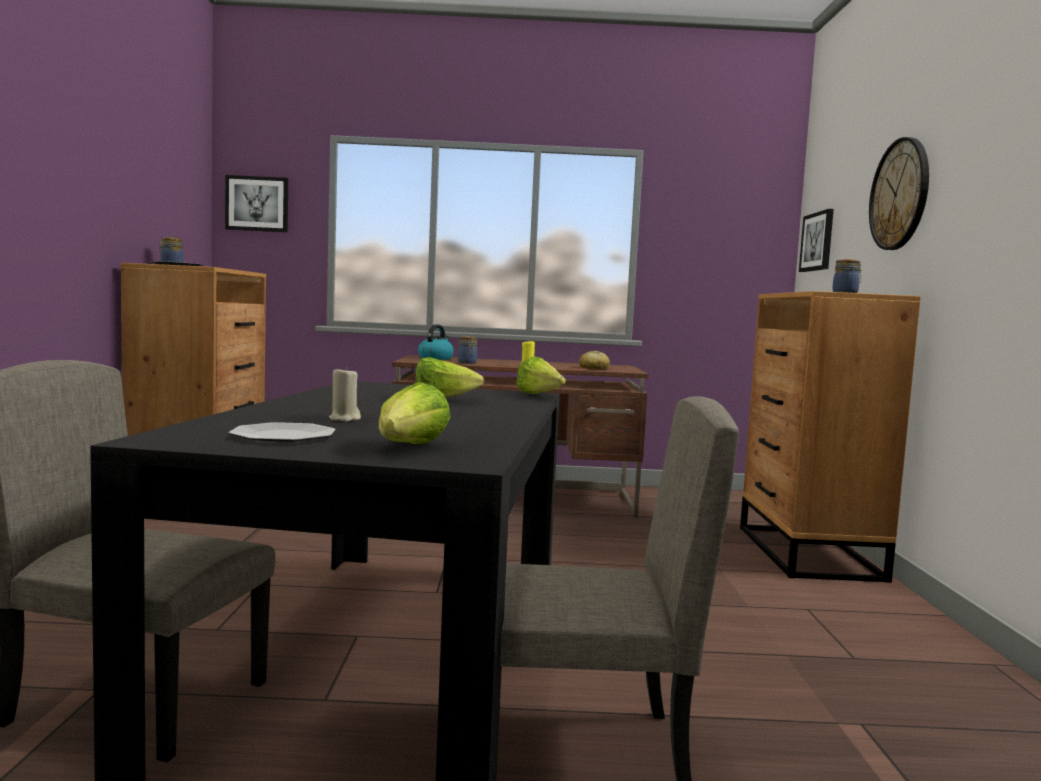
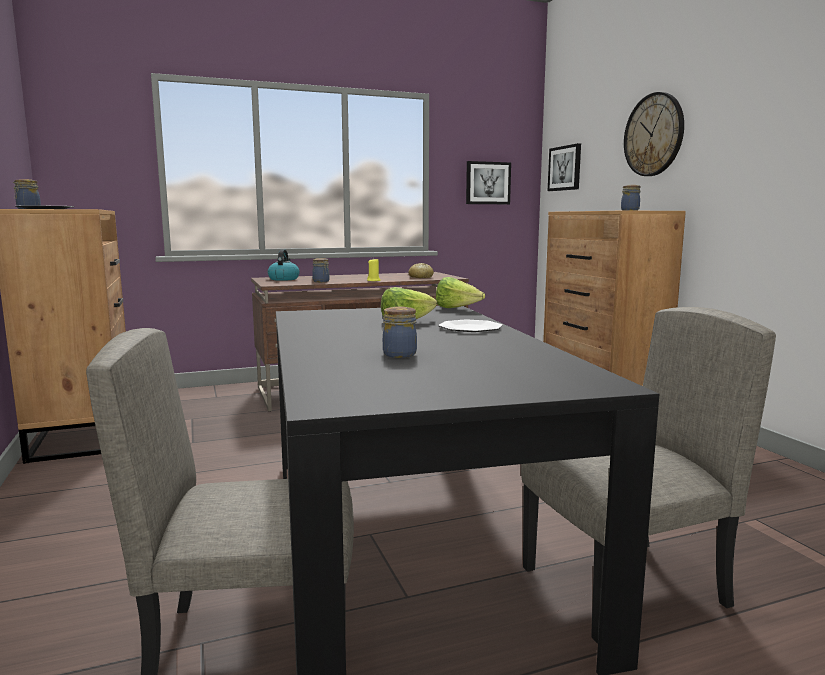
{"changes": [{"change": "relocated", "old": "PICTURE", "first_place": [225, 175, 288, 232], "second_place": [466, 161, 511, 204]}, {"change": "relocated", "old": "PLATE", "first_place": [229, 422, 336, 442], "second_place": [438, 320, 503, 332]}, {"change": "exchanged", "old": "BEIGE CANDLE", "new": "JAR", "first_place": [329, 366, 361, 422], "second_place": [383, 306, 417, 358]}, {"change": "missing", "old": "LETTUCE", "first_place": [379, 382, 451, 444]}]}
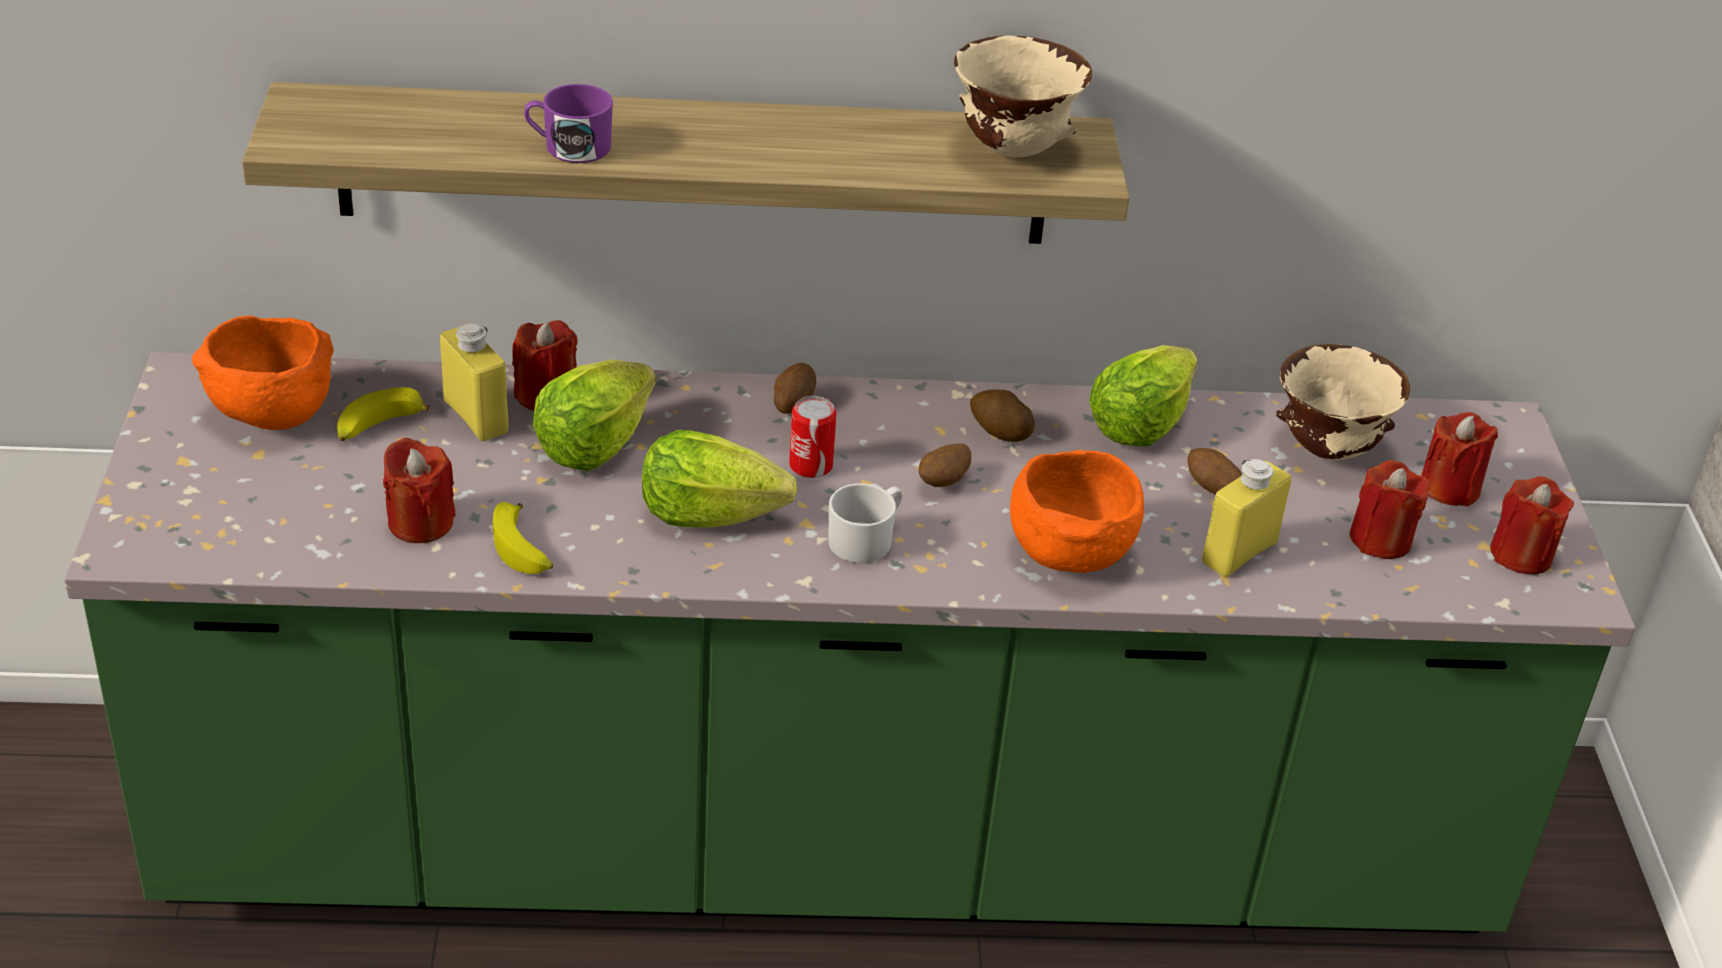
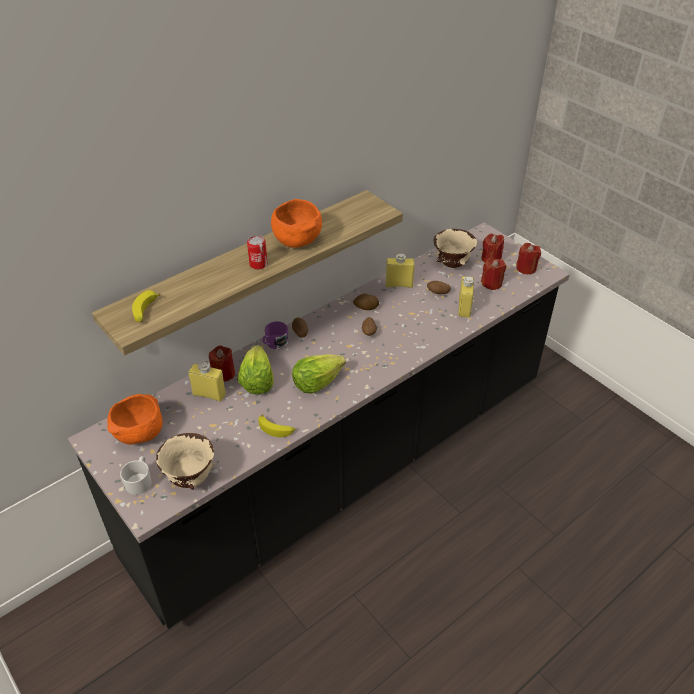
{"changes": [{"change": "colour", "old": "GREEN COUNTER", "new": "BLACK COUNTER", "first_place": [64, 352, 1635, 933], "second_place": [68, 222, 570, 629]}, {"change": "relocated", "old": "BANANA", "first_place": [337, 387, 430, 441], "second_place": [132, 290, 160, 322]}, {"change": "missing", "old": "RED CANDLE", "first_place": [383, 438, 455, 543]}, {"change": "relocated", "old": "PURPLE MUG", "first_place": [524, 84, 613, 163], "second_place": [262, 321, 288, 349]}, {"change": "relocated", "old": "CAN", "first_place": [789, 396, 837, 478], "second_place": [247, 235, 268, 270]}, {"change": "relocated", "old": "WHITE MUG", "first_place": [828, 484, 902, 563], "second_place": [120, 456, 152, 495]}, {"change": "relocated", "old": "BEIGE BOWL", "first_place": [954, 35, 1092, 157], "second_place": [156, 433, 215, 490]}, {"change": "relocated", "old": "ORANGE BOWL", "first_place": [1010, 450, 1144, 573], "second_place": [271, 199, 322, 248]}, {"change": "exchanged", "old": "LETTUCE", "new": "YELLOW BOTTLE", "first_place": [1090, 345, 1198, 446], "second_place": [386, 253, 414, 288]}]}
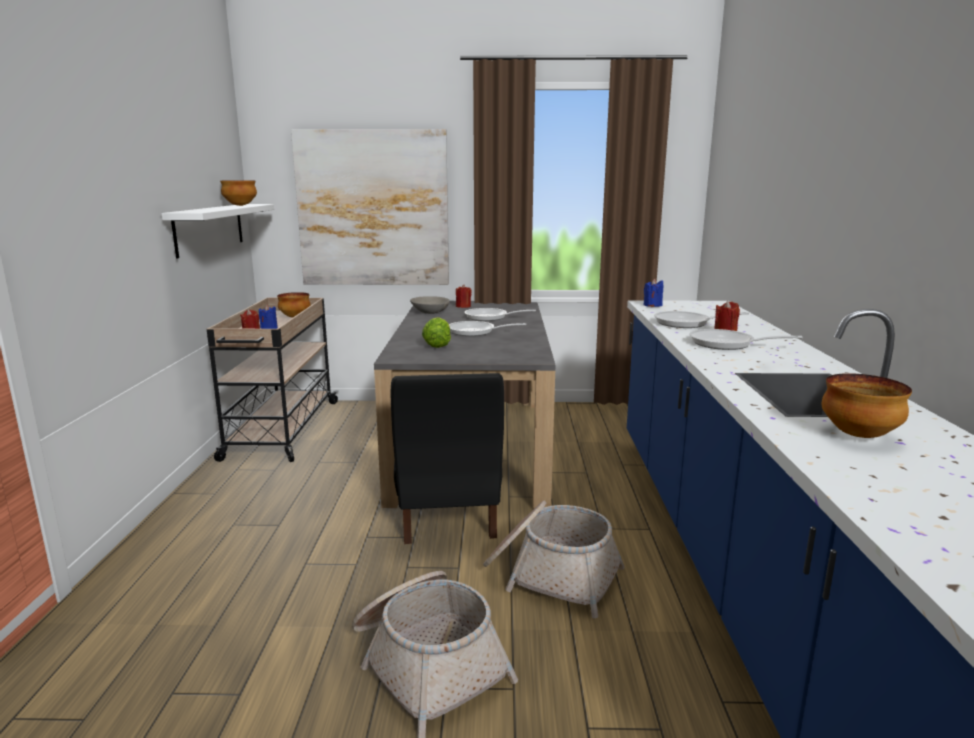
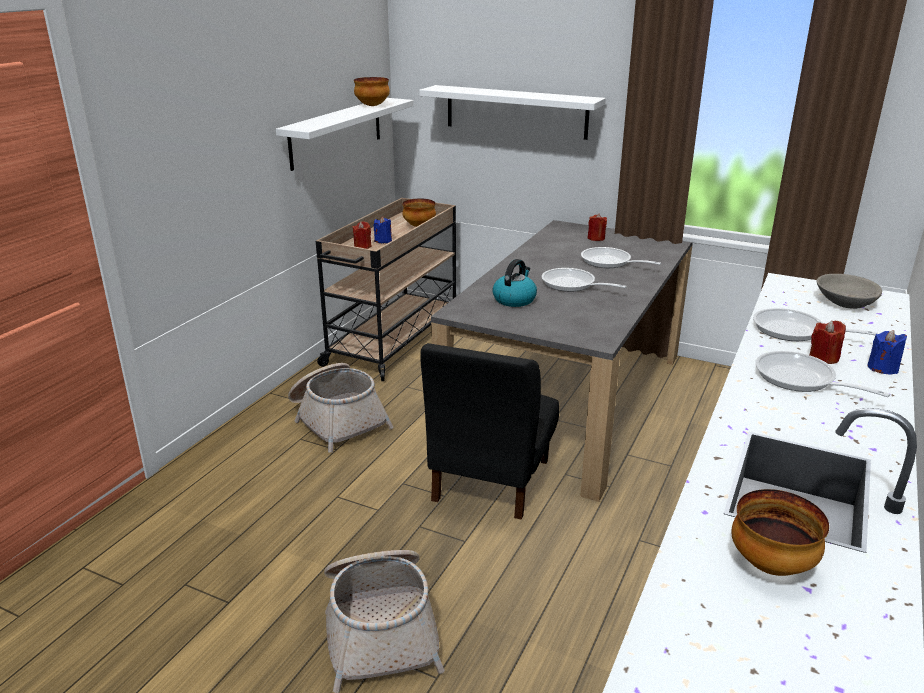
{"changes": [{"change": "exchanged", "old": "PICTURE", "new": "WHITE SHELF", "first_place": [291, 129, 449, 285], "second_place": [419, 85, 606, 140]}, {"change": "relocated", "old": "GREY BOWL", "first_place": [410, 296, 450, 314], "second_place": [816, 274, 882, 309]}, {"change": "exchanged", "old": "LETTUCE", "new": "KETTLE", "first_place": [422, 317, 451, 348], "second_place": [492, 259, 537, 307]}, {"change": "relocated", "old": "BASKET", "first_place": [483, 501, 625, 618], "second_place": [288, 363, 393, 453]}, {"change": "relocated", "old": "BLUE CANDLE", "first_place": [644, 279, 663, 307], "second_place": [867, 330, 907, 374]}]}
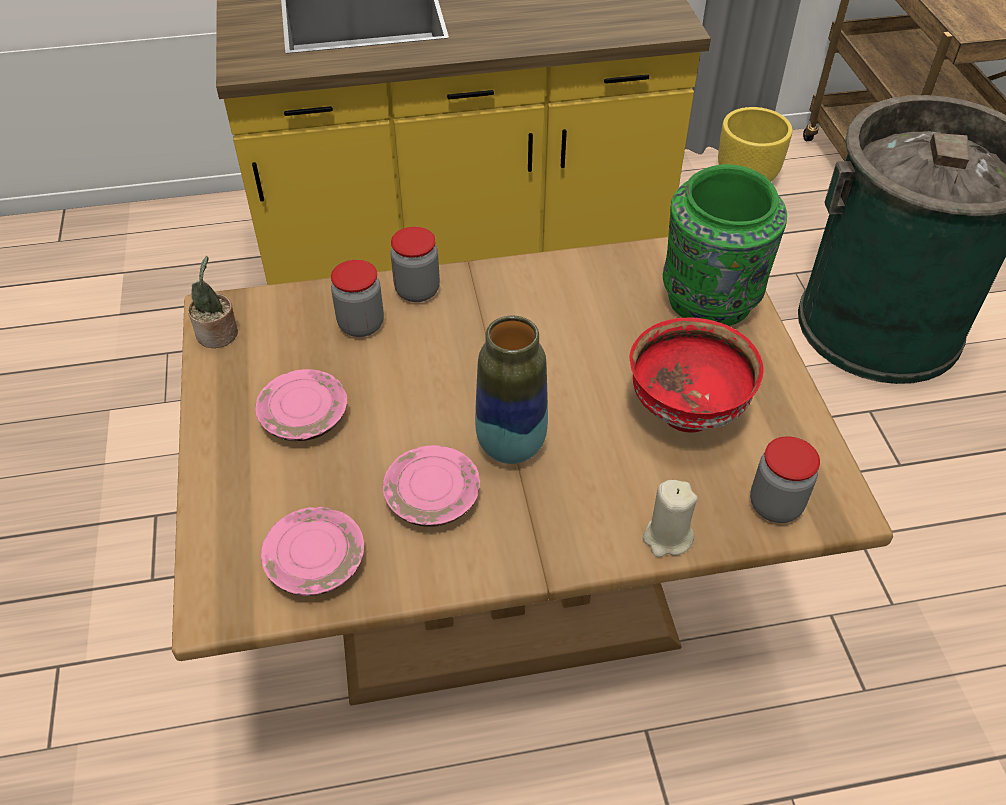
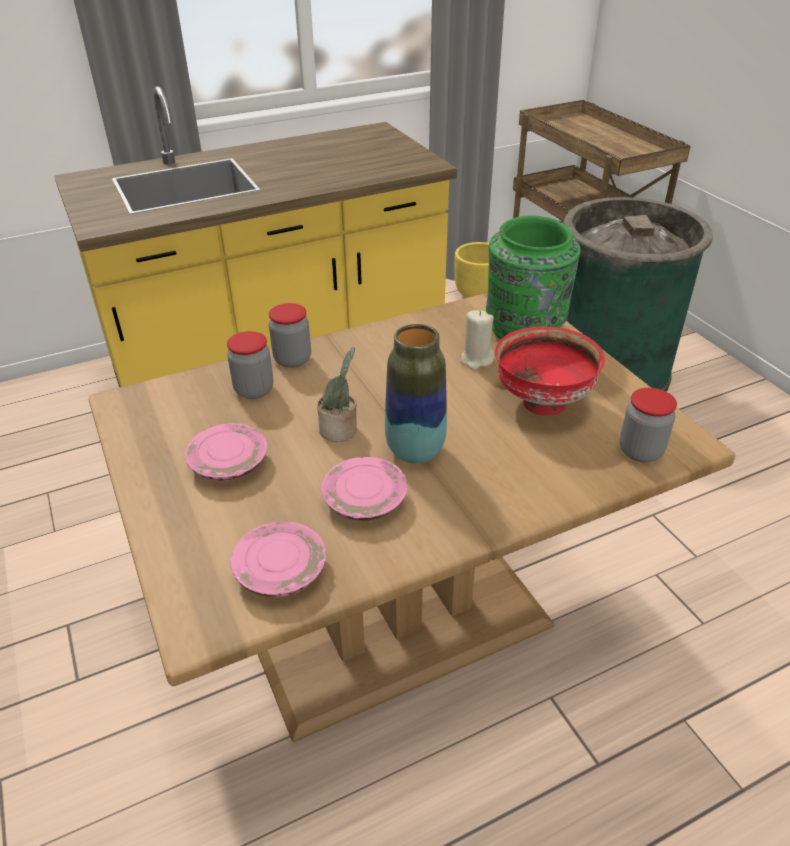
{"changes": [{"change": "relocated", "old": "POTTED PLANT", "first_place": [188, 256, 238, 348], "second_place": [317, 347, 357, 442]}, {"change": "relocated", "old": "BEIGE CANDLE", "first_place": [643, 480, 698, 557], "second_place": [461, 310, 495, 370]}]}
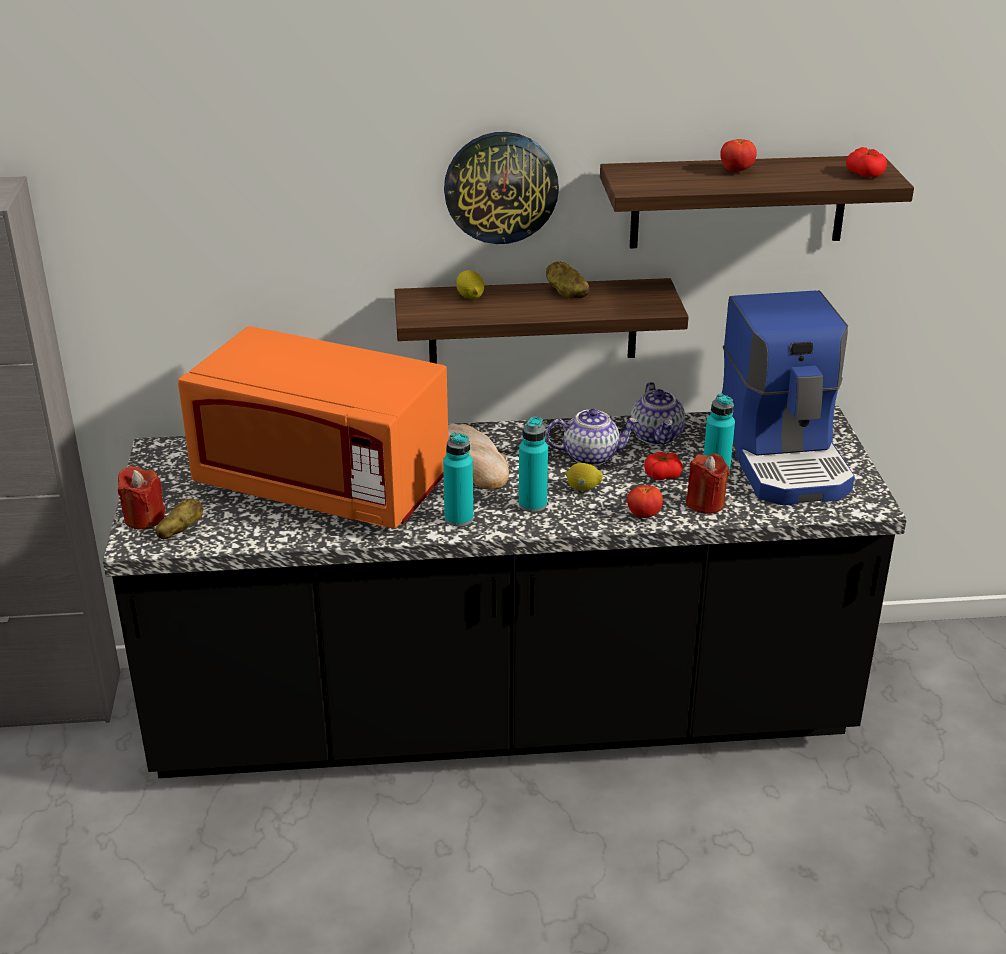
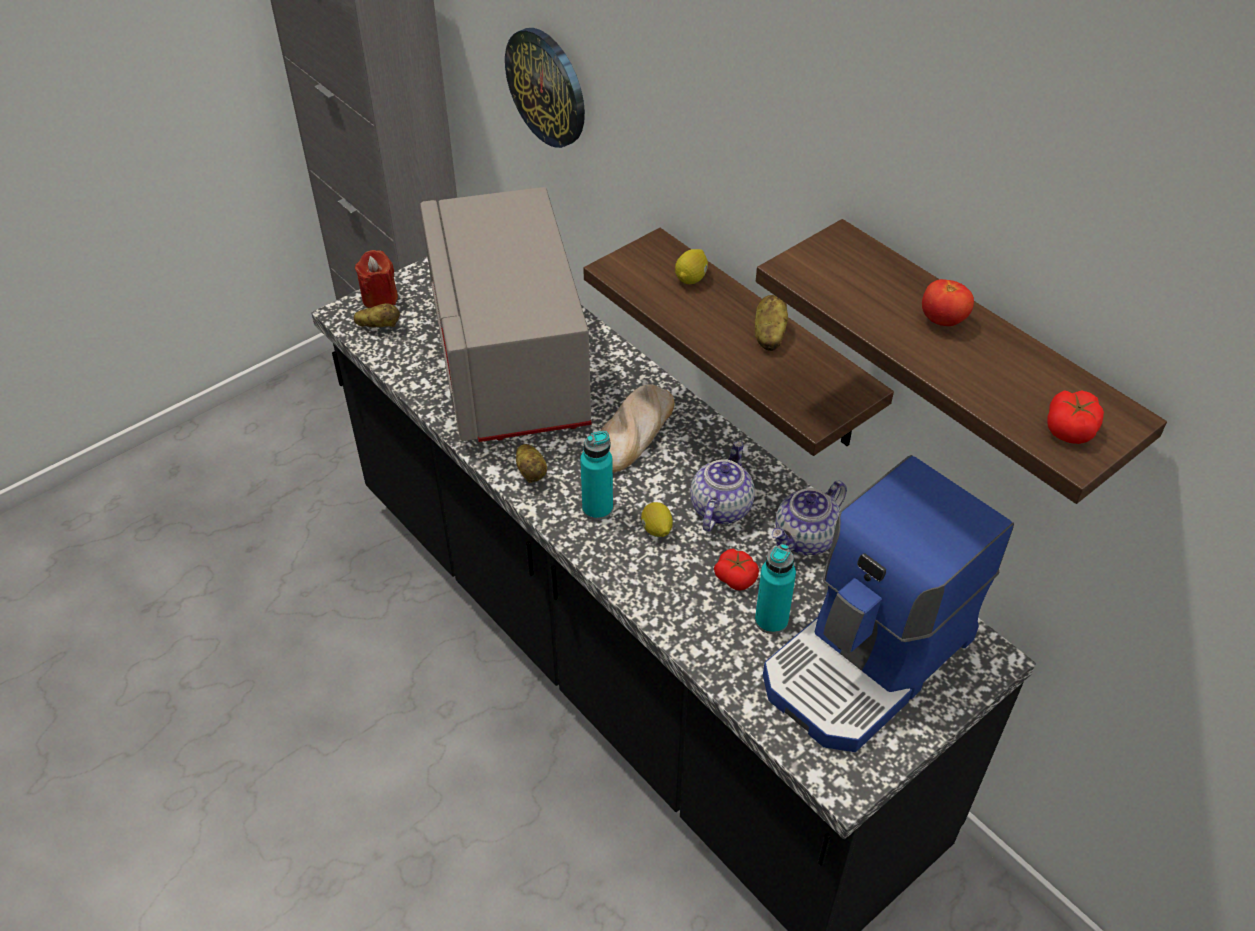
{"changes": [{"change": "colour", "old": "ORANGE MICROWAVE", "new": "GREY MICROWAVE", "first_place": [178, 326, 448, 529], "second_place": [420, 187, 592, 442]}, {"change": "exchanged", "old": "TURQUOISE BOTTLE", "new": "POTATO", "first_place": [443, 432, 473, 527], "second_place": [516, 444, 547, 483]}, {"change": "relocated", "old": "WALL CLOCK", "first_place": [444, 132, 559, 244], "second_place": [505, 28, 585, 148]}, {"change": "spun", "old": "TEAPOT", "first_place": [546, 409, 639, 466], "second_place": [690, 441, 755, 532], "degrees": -120}, {"change": "missing", "old": "TOMATO", "first_place": [627, 485, 663, 518]}, {"change": "missing", "old": "RED CANDLE", "first_place": [686, 454, 730, 514]}]}
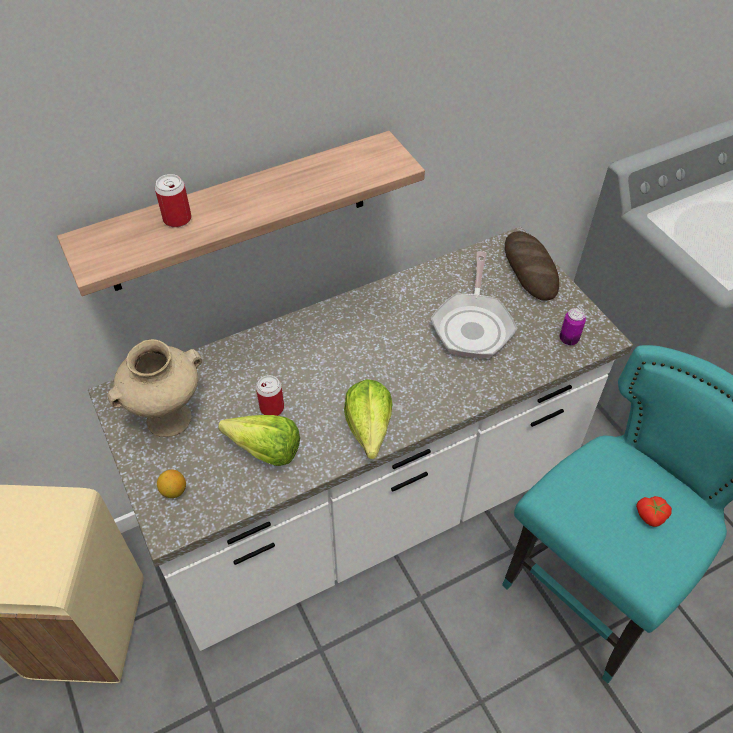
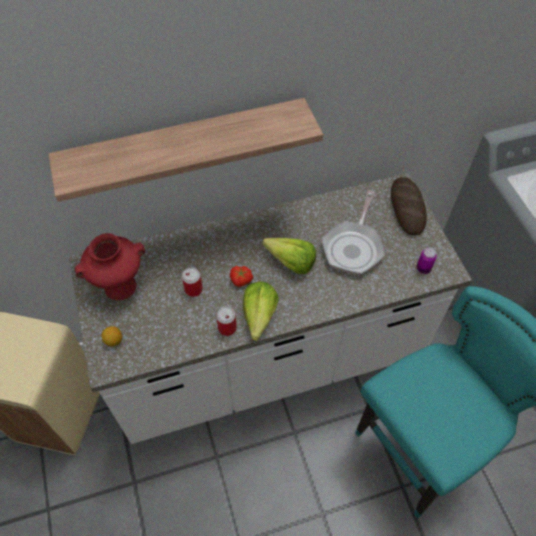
{"changes": [{"change": "colour", "old": "BEIGE VASE", "new": "RED VASE", "first_place": [107, 339, 202, 437], "second_place": [75, 233, 145, 300]}, {"change": "relocated", "old": "CAN", "first_place": [155, 174, 192, 227], "second_place": [216, 306, 237, 336]}, {"change": "relocated", "old": "LETTUCE", "first_place": [218, 415, 300, 466], "second_place": [262, 238, 316, 274]}, {"change": "relocated", "old": "TOMATO", "first_place": [636, 496, 672, 527], "second_place": [230, 266, 253, 287]}]}
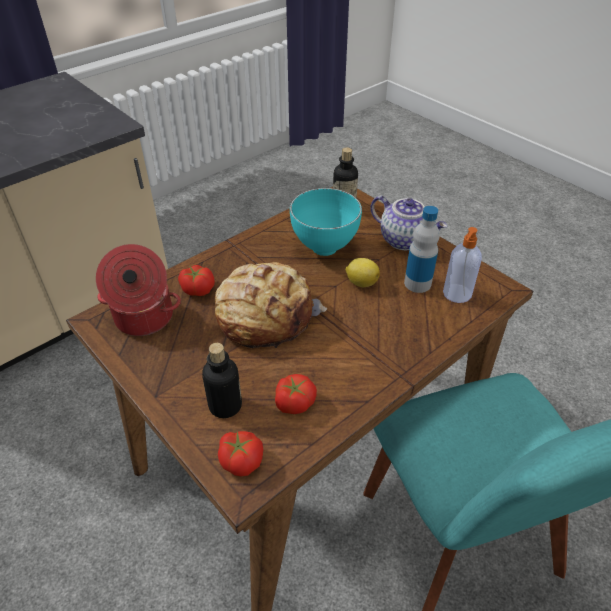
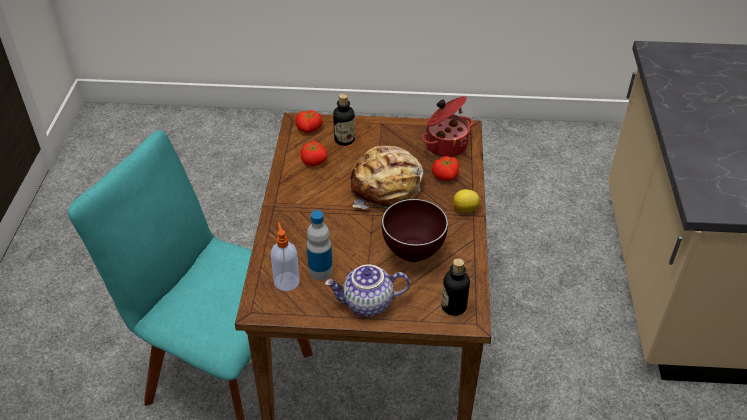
{"changes": [{"change": "colour", "old": "TURQUOISE BOWL", "new": "BROWN BOWL", "first_place": [290, 188, 362, 256], "second_place": [382, 199, 448, 262]}, {"change": "relocated", "old": "LEMON", "first_place": [345, 258, 380, 287], "second_place": [453, 189, 481, 213]}]}
